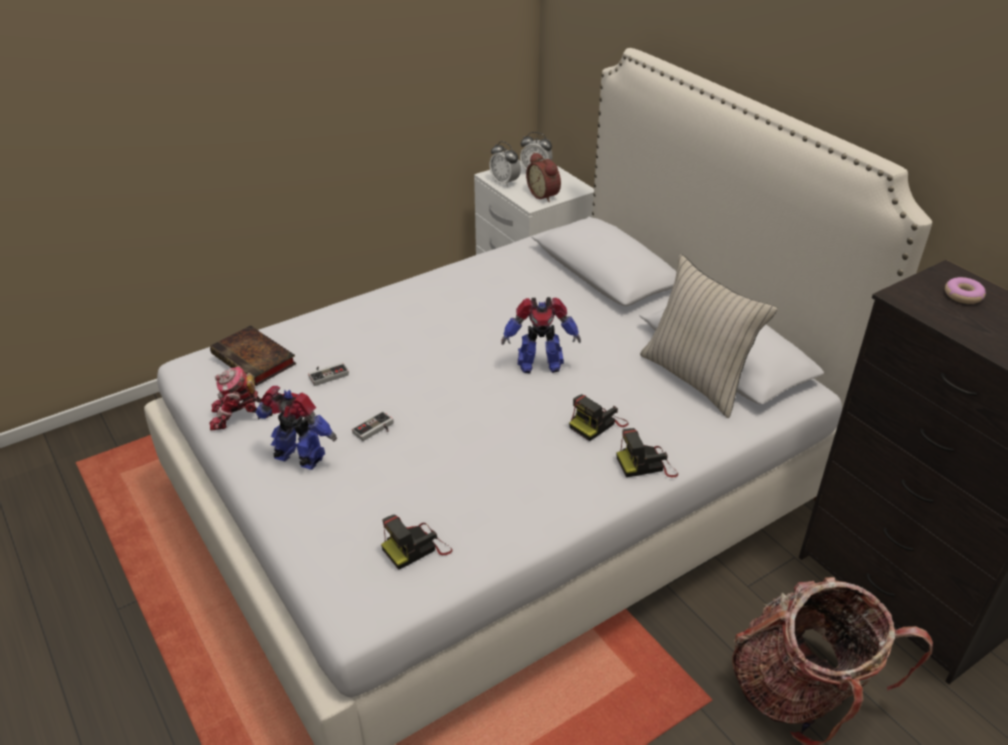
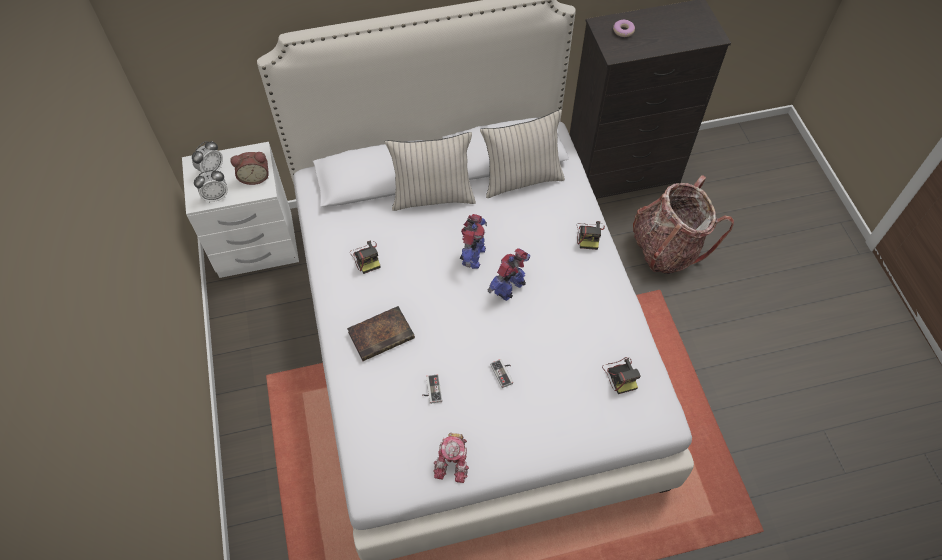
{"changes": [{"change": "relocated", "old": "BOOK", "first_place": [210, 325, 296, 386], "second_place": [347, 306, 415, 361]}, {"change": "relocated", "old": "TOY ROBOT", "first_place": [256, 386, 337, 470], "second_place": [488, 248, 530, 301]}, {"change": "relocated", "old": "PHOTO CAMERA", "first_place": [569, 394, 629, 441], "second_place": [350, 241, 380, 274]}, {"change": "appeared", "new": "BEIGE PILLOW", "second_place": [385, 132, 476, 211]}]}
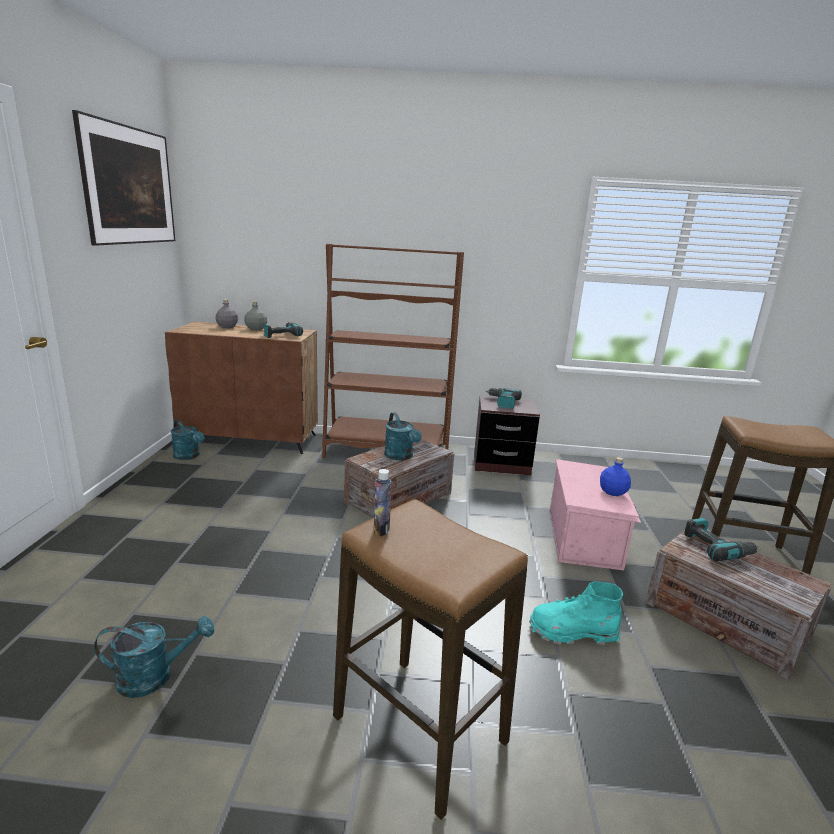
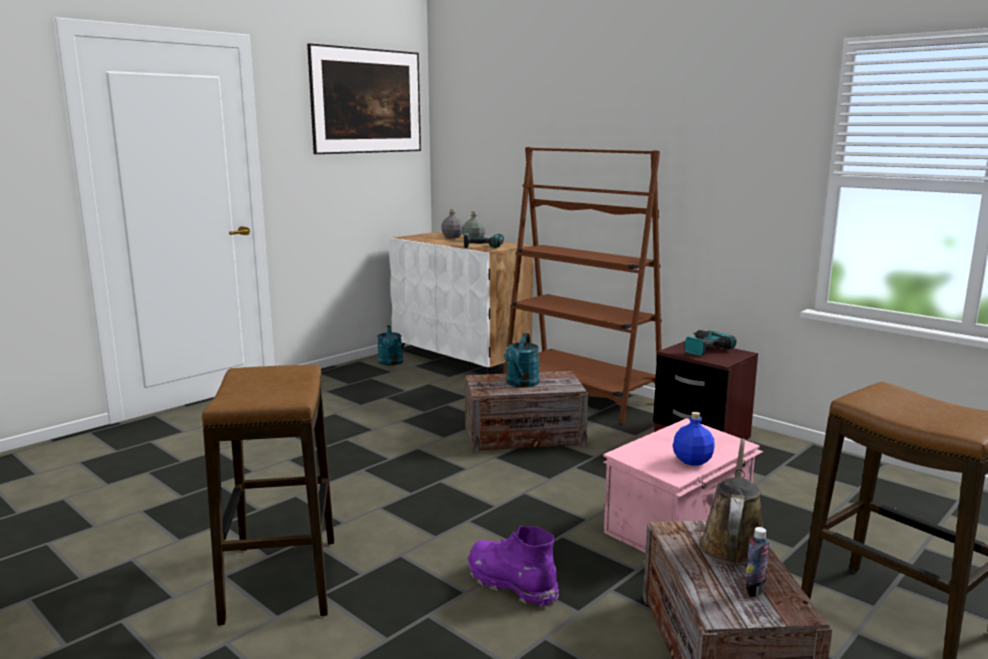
{"changes": [{"change": "missing", "old": "TURQUOISE WATERING CAN", "first_place": [94, 616, 214, 698]}, {"change": "colour", "old": "BROWN CABINET", "new": "WHITE CABINET", "first_place": [165, 322, 318, 454], "second_place": [389, 232, 533, 374]}, {"change": "relocated", "old": "BOTTLE", "first_place": [374, 469, 392, 536], "second_place": [744, 527, 769, 597]}, {"change": "colour", "old": "TURQUOISE BOOT", "new": "PURPLE BOOT", "first_place": [529, 581, 623, 645], "second_place": [468, 526, 559, 607]}, {"change": "exchanged", "old": "POWER DRILL", "new": "BROWN WATERING CAN", "first_place": [684, 518, 759, 561], "second_place": [699, 439, 763, 565]}]}
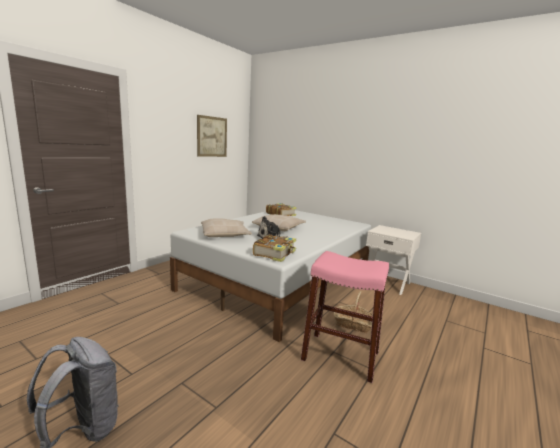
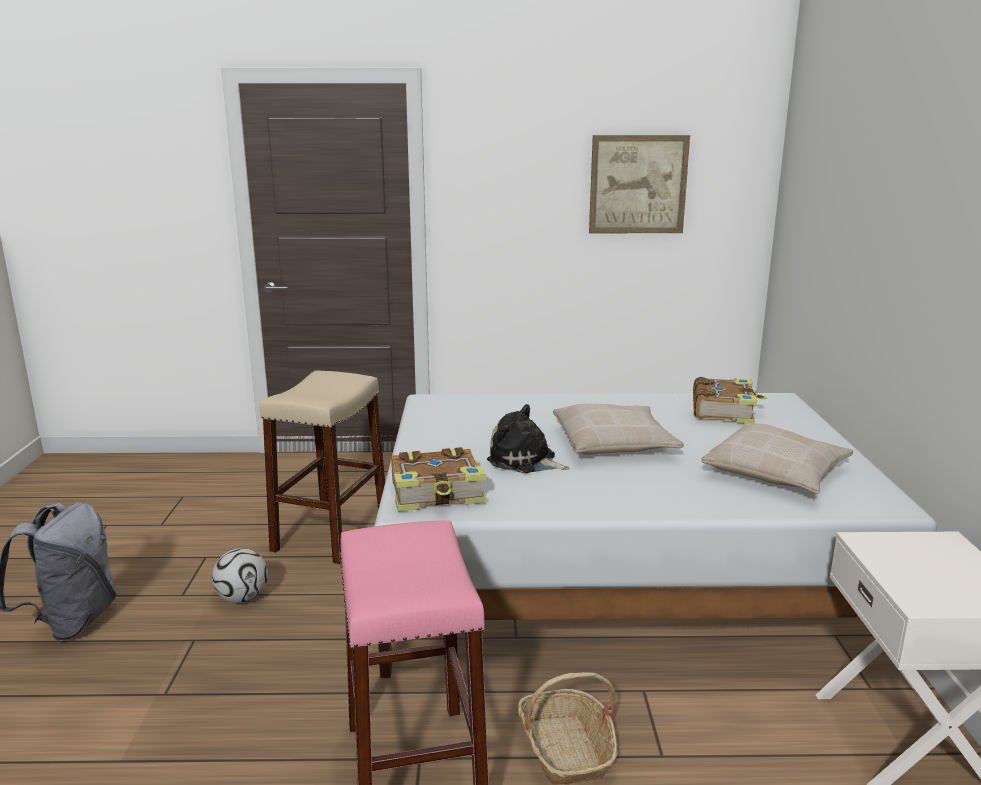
{"changes": [{"change": "relocated", "old": "BEIGE PILLOW", "first_place": [201, 218, 252, 237], "second_place": [701, 424, 853, 494]}, {"change": "appeared", "new": "FOOTBALL", "second_place": [212, 548, 268, 603]}, {"change": "appeared", "new": "BEIGE STOOL", "second_place": [260, 371, 385, 565]}]}
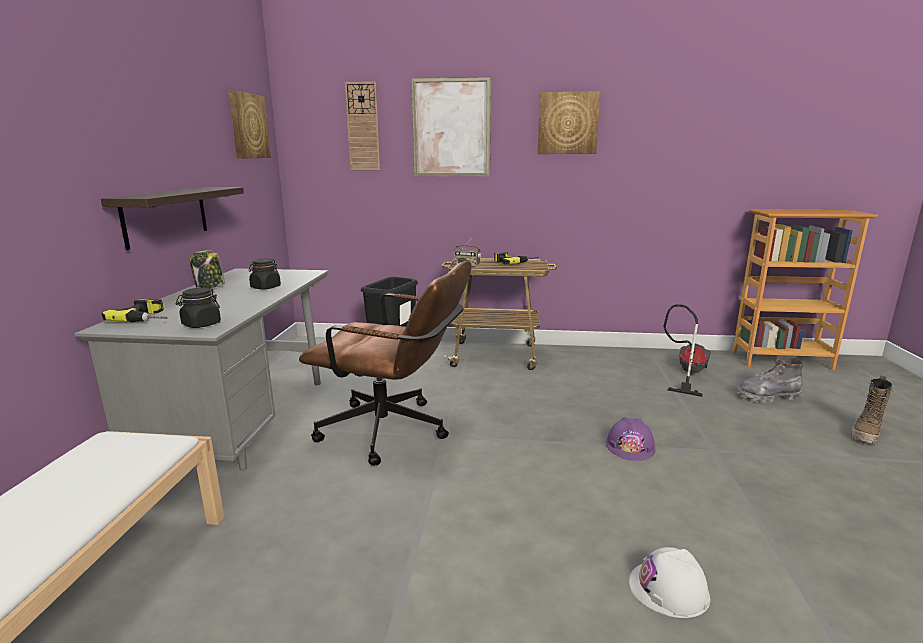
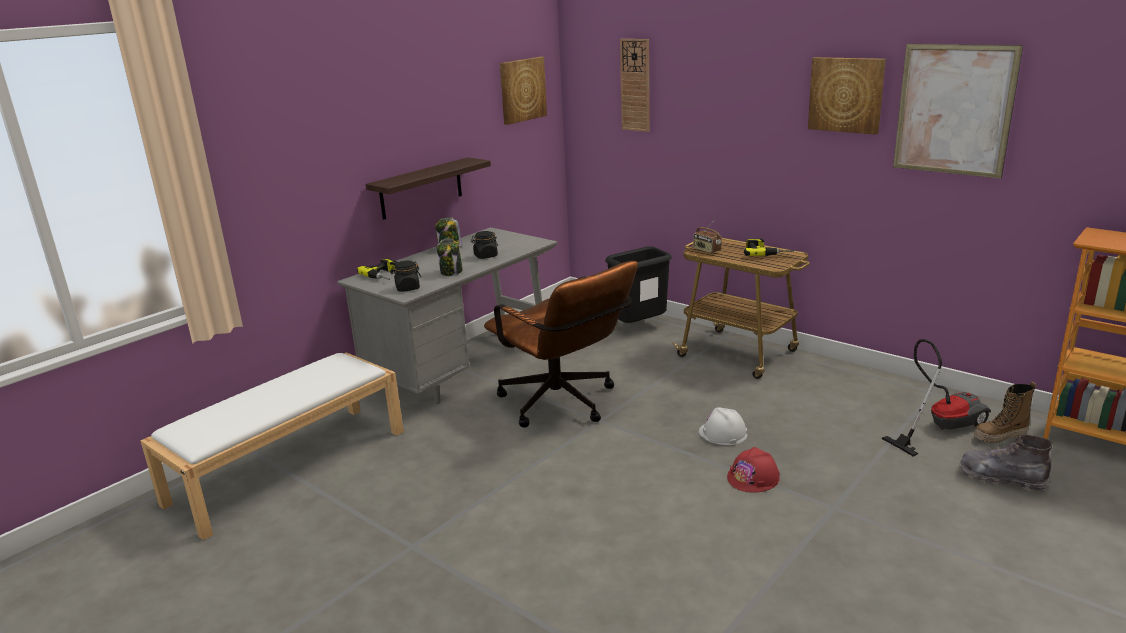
{"changes": [{"change": "relocated", "old": "PICTURE", "first_place": [411, 77, 491, 176], "second_place": [893, 44, 1023, 178]}, {"change": "colour", "old": "PURPLE HARD HAT", "new": "RED HARD HAT", "first_place": [606, 417, 656, 461], "second_place": [727, 447, 780, 493]}, {"change": "relocated", "old": "WHITE HARD HAT", "first_place": [629, 547, 710, 618], "second_place": [699, 407, 747, 445]}, {"change": "relocated", "old": "BOOT", "first_place": [851, 375, 894, 444], "second_place": [974, 382, 1036, 444]}, {"change": "appeared", "new": "JAR", "second_place": [436, 238, 463, 276]}]}
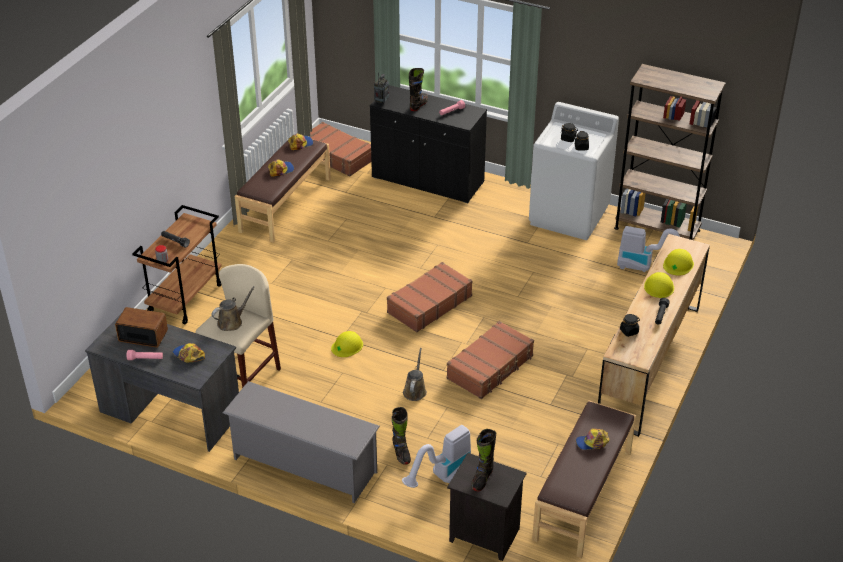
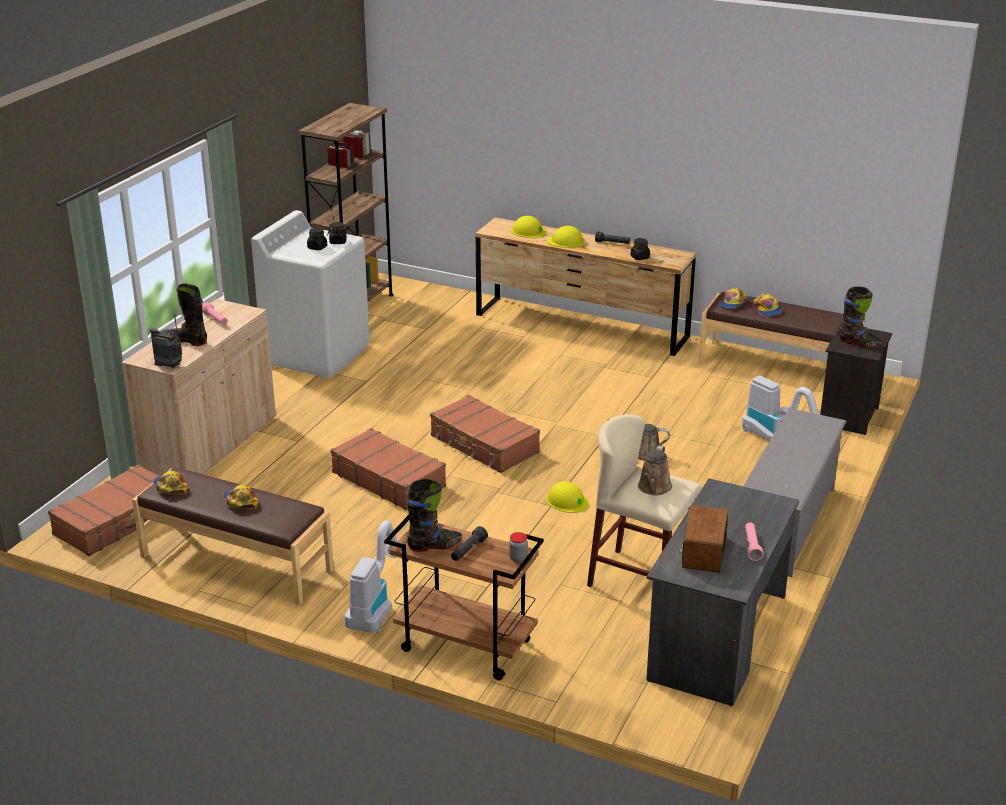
{"changes": [{"change": "relocated", "old": "CAP", "first_place": [173, 343, 205, 362], "second_place": [718, 288, 747, 308]}, {"change": "spun", "old": "BROWN WATERING CAN", "first_place": [212, 286, 254, 331], "second_place": [638, 446, 672, 495], "degrees": -120}, {"change": "colour", "old": "BLACK CABINET", "new": "BEIGE CABINET", "first_place": [370, 85, 487, 203], "second_place": [121, 299, 276, 476]}, {"change": "relocated", "old": "BLACK BOOT", "first_place": [392, 407, 411, 465], "second_place": [407, 478, 462, 552]}, {"change": "relocated", "old": "BROWN SUITCASE", "first_place": [446, 321, 534, 399], "second_place": [331, 428, 446, 510]}, {"change": "relocated", "old": "VACUUM CLEANER", "first_place": [617, 226, 680, 272], "second_place": [345, 521, 399, 633]}]}
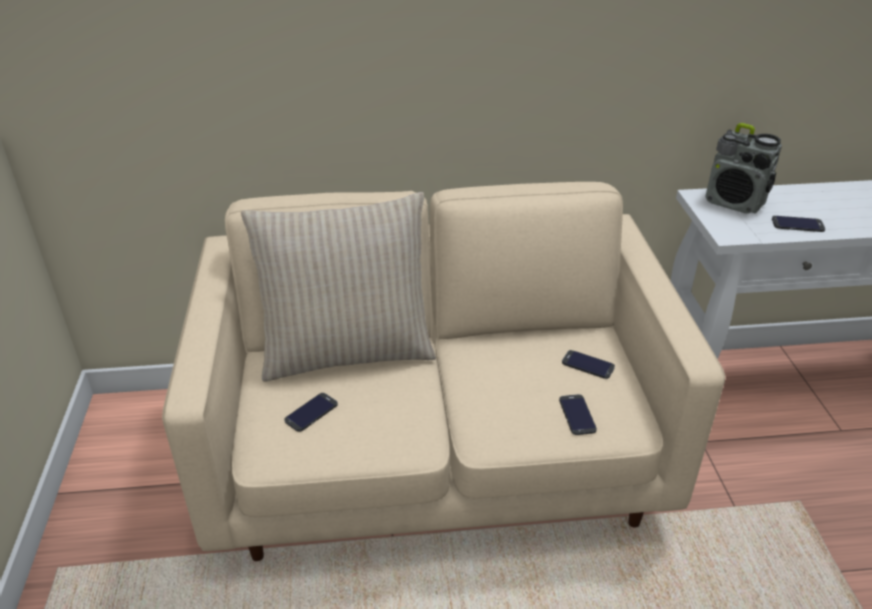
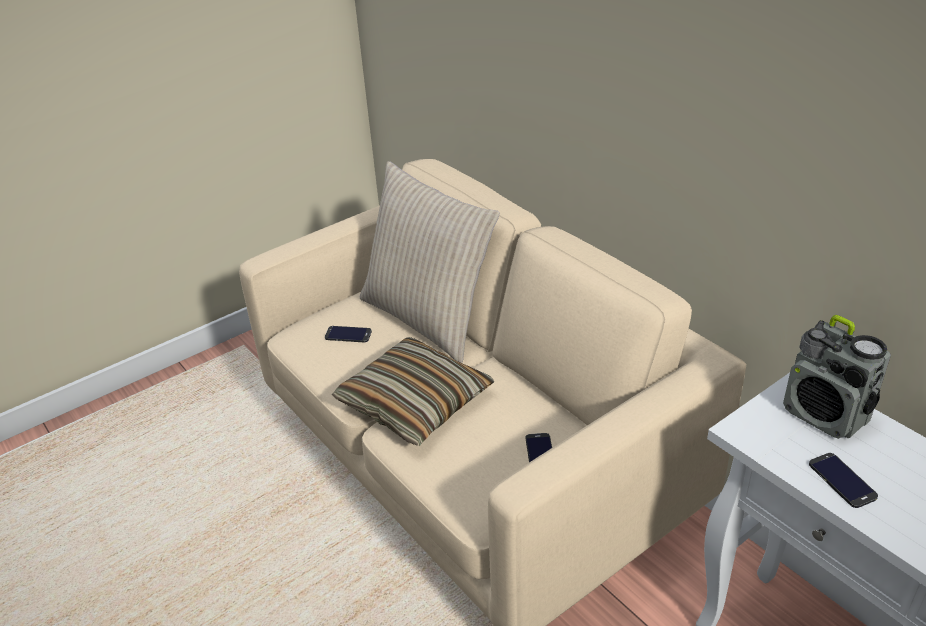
{"changes": [{"change": "missing", "old": "PHONE", "first_place": [559, 394, 597, 435]}, {"change": "spun", "old": "RADIO", "first_place": [705, 123, 782, 214], "second_place": [783, 315, 891, 439], "degrees": -45}, {"change": "appeared", "new": "PILLOW", "second_place": [332, 337, 494, 446]}]}
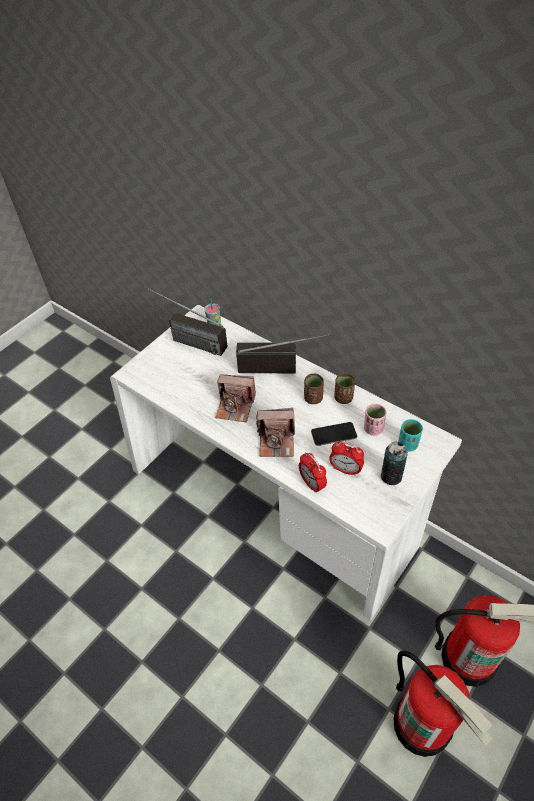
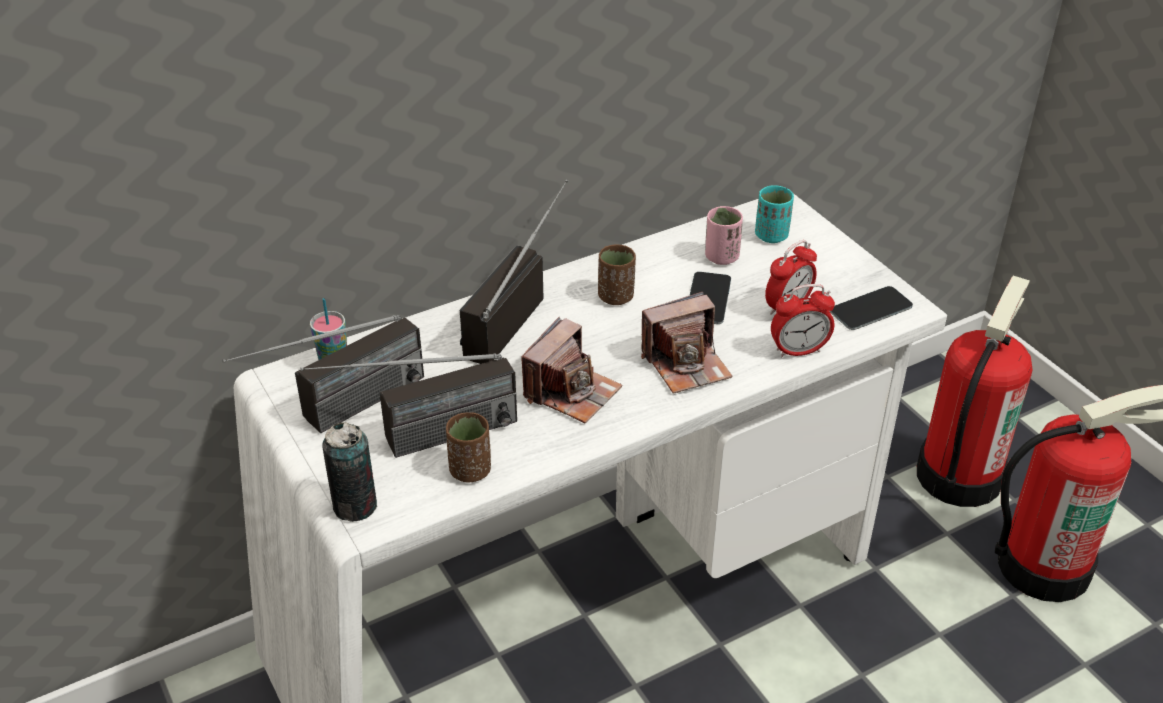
{"changes": [{"change": "spun", "old": "PHOTO CAMERA", "first_place": [256, 408, 295, 457], "second_place": [641, 292, 732, 394], "degrees": 45}, {"change": "relocated", "old": "BROWN CUP", "first_place": [334, 373, 355, 404], "second_place": [446, 412, 491, 482]}, {"change": "relocated", "old": "CAN", "first_place": [381, 442, 408, 485], "second_place": [322, 422, 377, 522]}, {"change": "appeared", "new": "RADIO", "second_place": [300, 353, 517, 458]}, {"change": "appeared", "new": "PHONE", "second_place": [830, 286, 913, 330]}]}
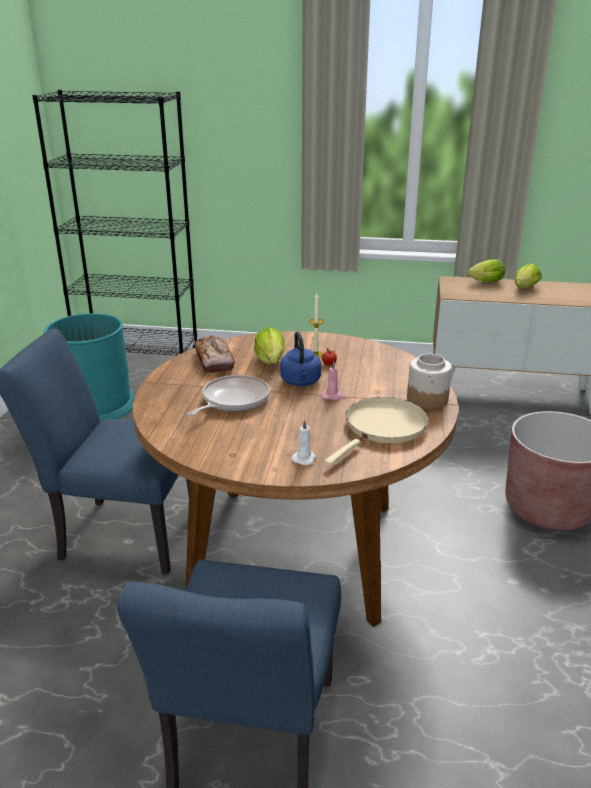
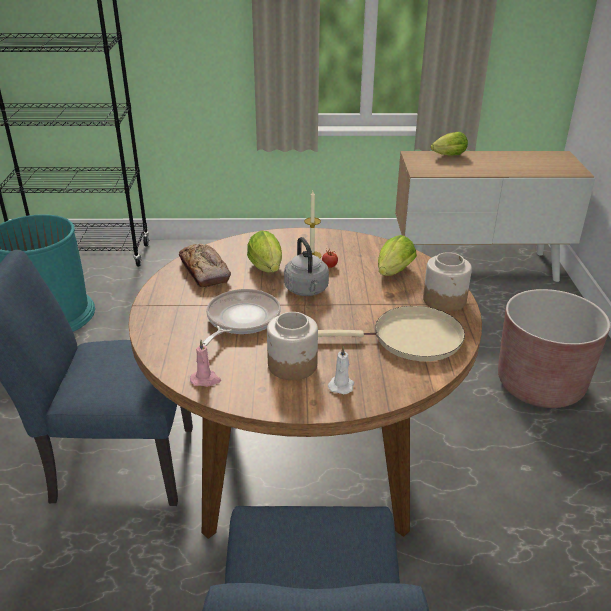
{"changes": [{"change": "colour", "old": "BLUE KETTLE", "new": "GREY KETTLE", "first_place": [280, 331, 321, 386], "second_place": [284, 237, 329, 296]}, {"change": "relocated", "old": "PINK CANDLE", "first_place": [321, 361, 346, 400], "second_place": [190, 340, 221, 387]}, {"change": "spun", "old": "BEIGE FRYING PAN", "first_place": [324, 397, 429, 466], "second_place": [318, 306, 465, 361], "degrees": 60}, {"change": "relocated", "old": "LETTUCE", "first_place": [515, 263, 542, 288], "second_place": [378, 235, 417, 276]}, {"change": "appeared", "new": "JAR", "second_place": [267, 312, 318, 380]}]}
